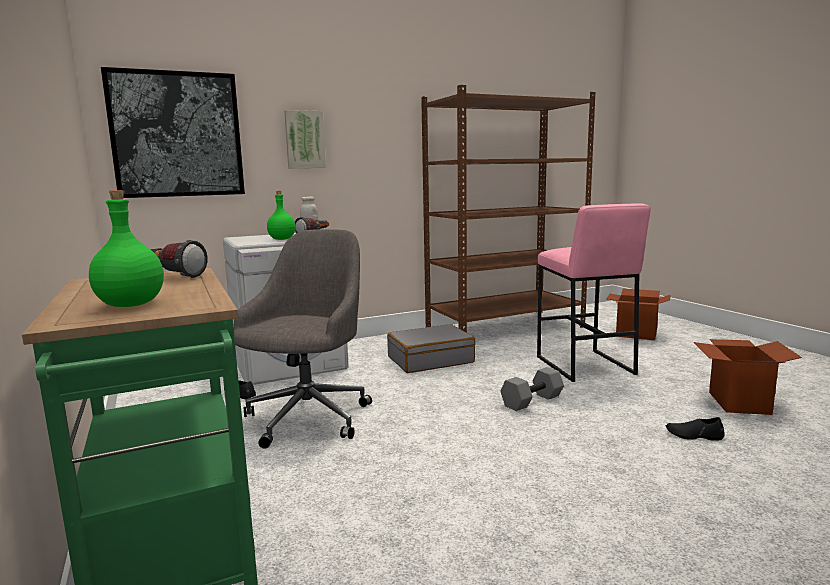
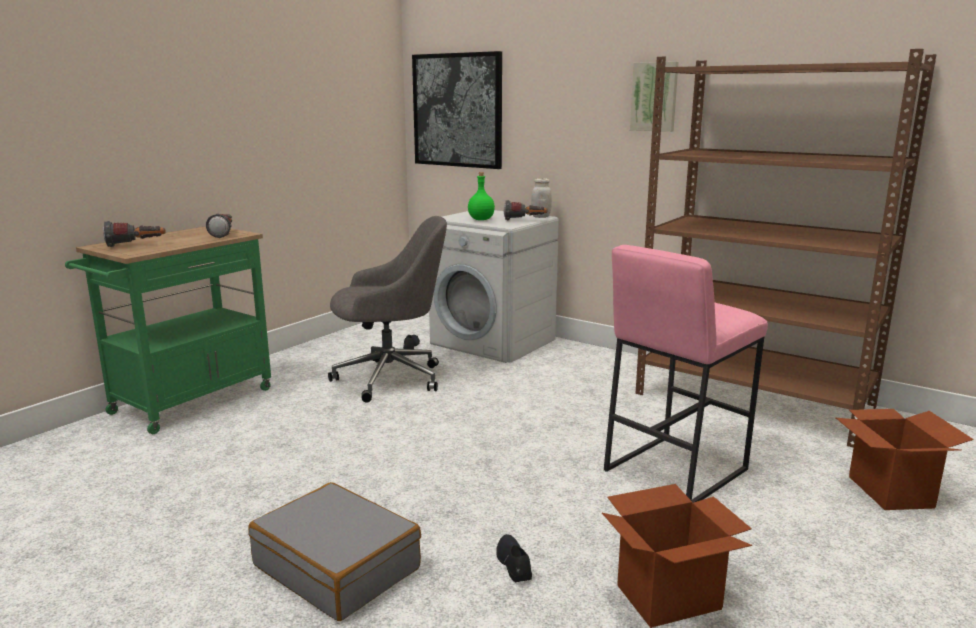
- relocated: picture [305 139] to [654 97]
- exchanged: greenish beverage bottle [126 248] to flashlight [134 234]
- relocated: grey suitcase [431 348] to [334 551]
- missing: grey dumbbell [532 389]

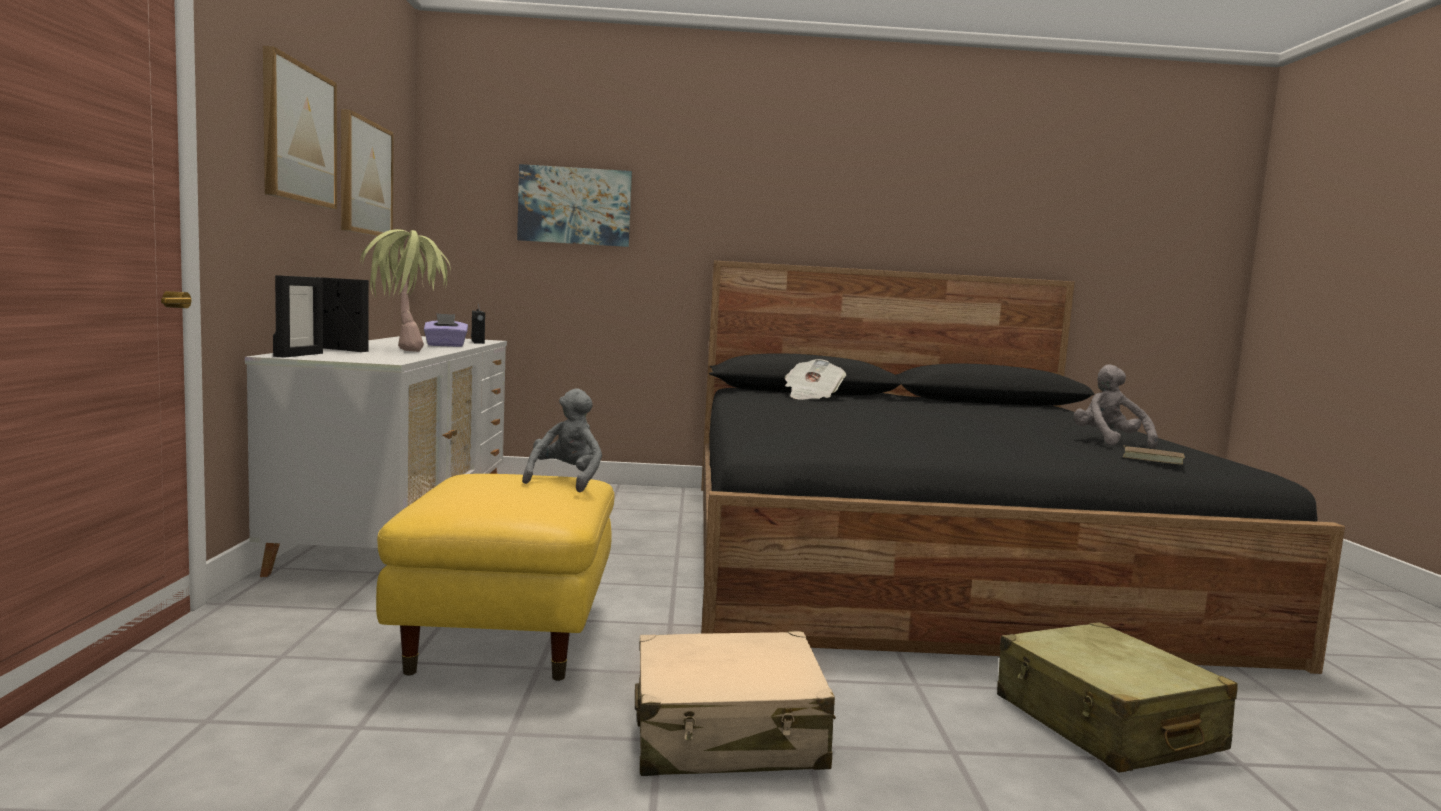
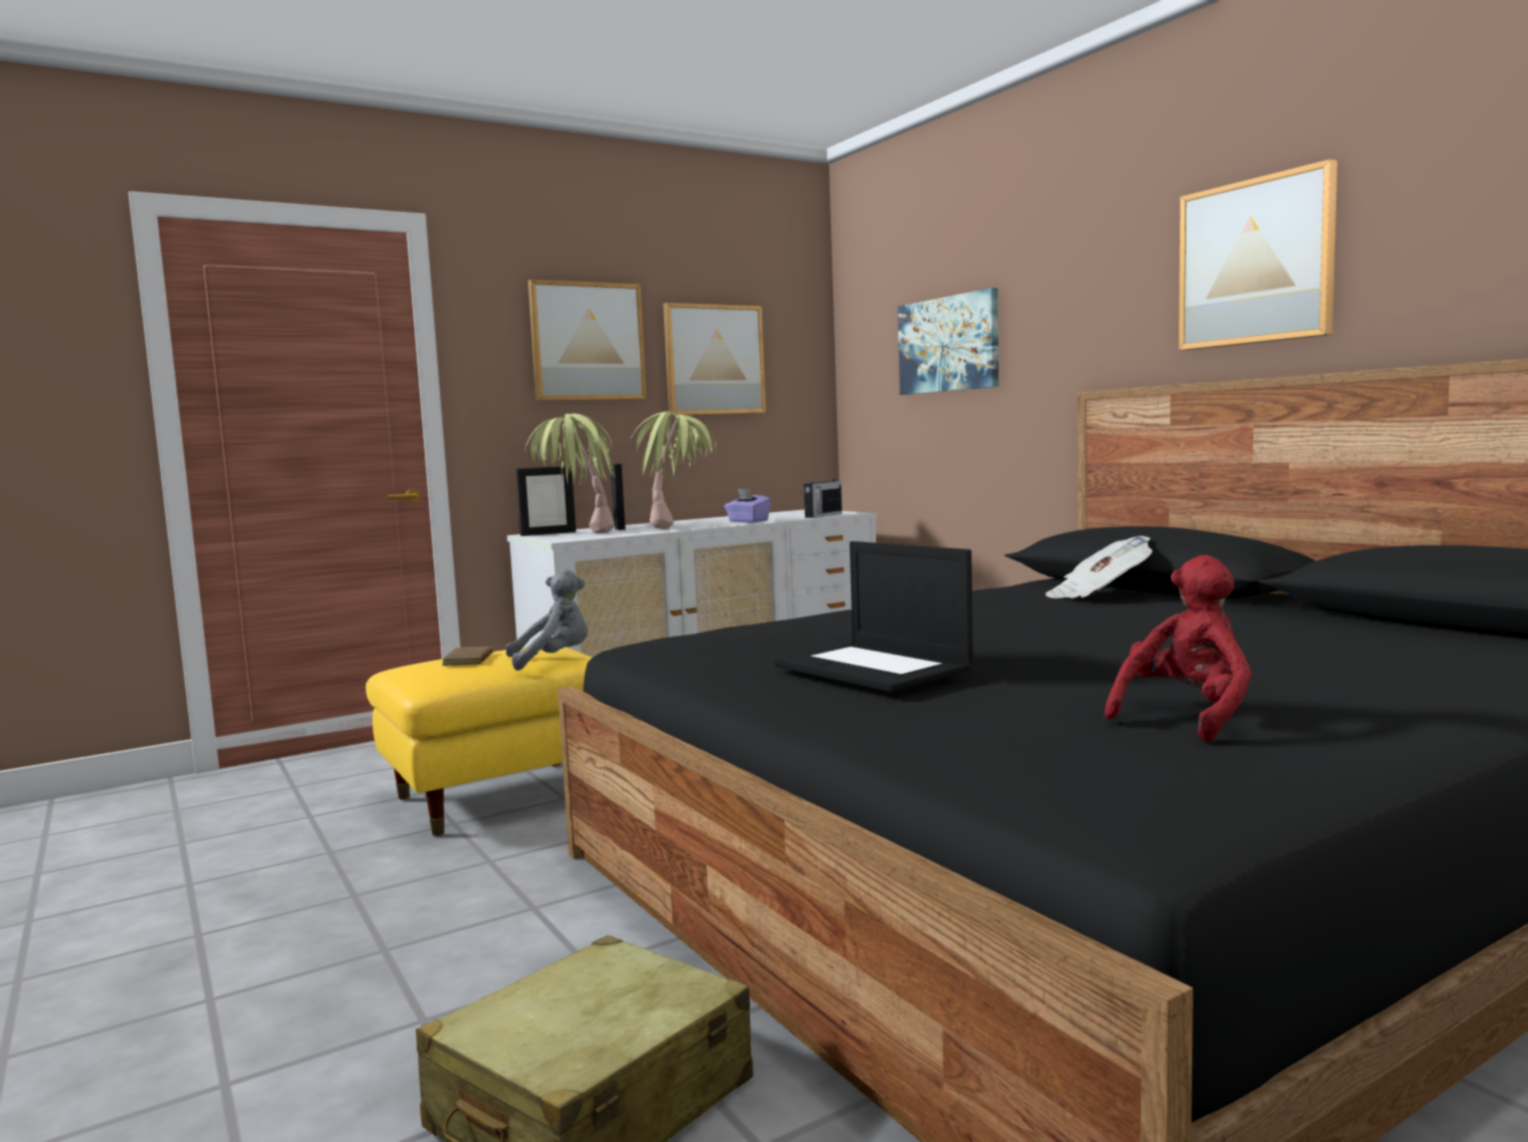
- colour: grey soft toy [1116 406] to red-coloured soft toy [1178 648]
- relocated: brown book [1154 455] to [473 655]
- missing: beige suitcase [735 703]
- appeared: picture [1258 254]
- appeared: plant in a pot [570 473]
- appeared: laptop [874 616]

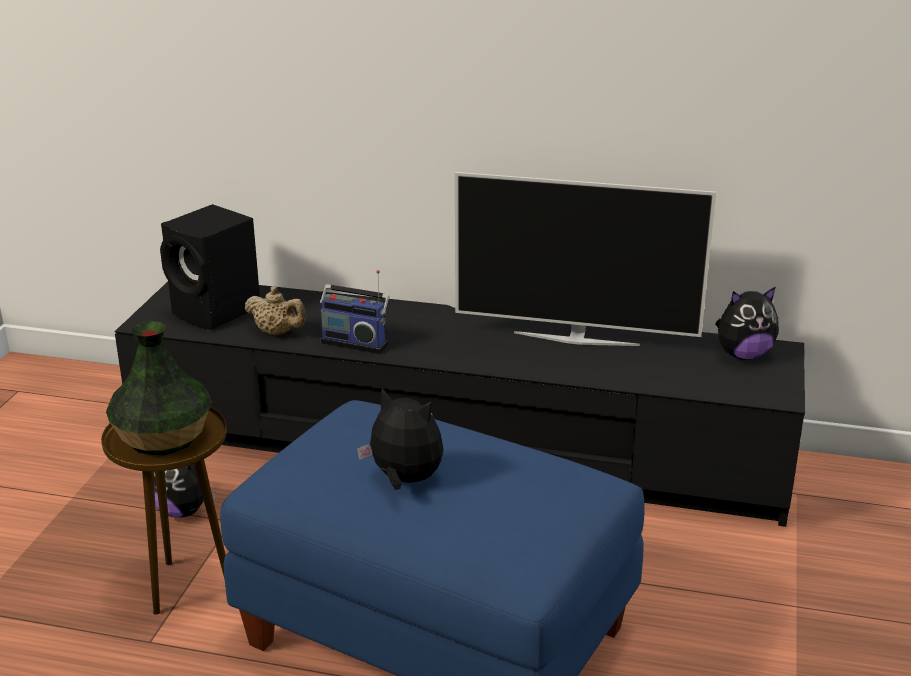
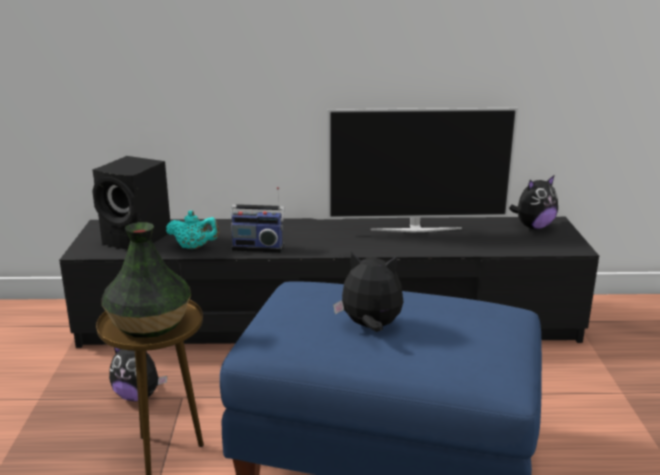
- colour: beige pot for tea [276 311] to blue-green pot for tea [193 230]

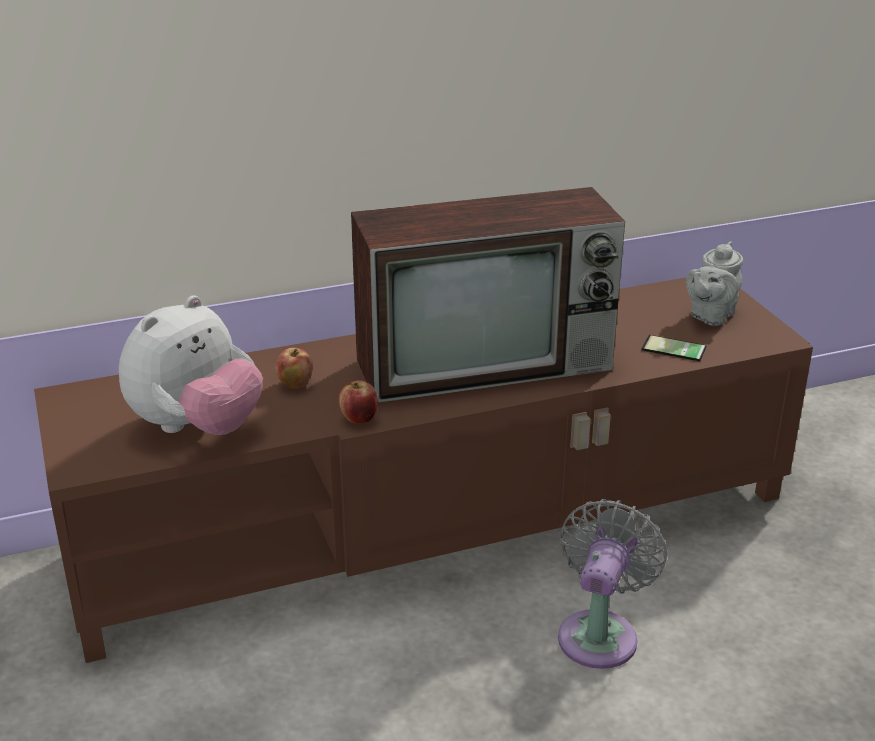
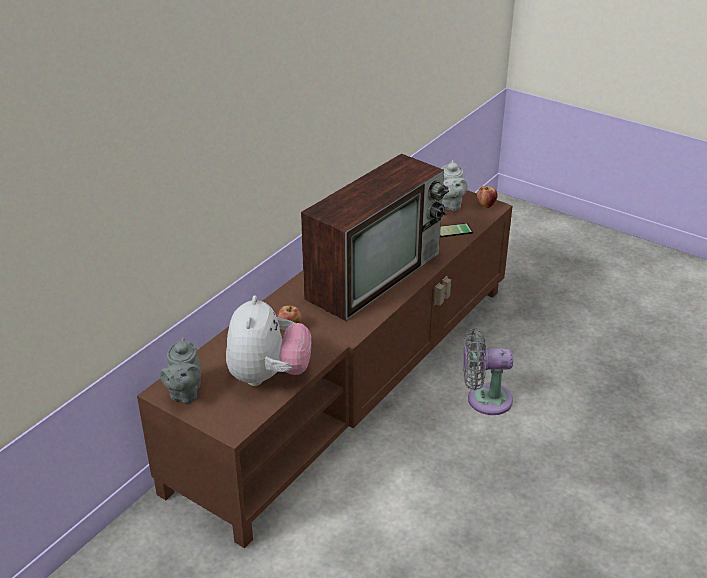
- relocated: apple [358 402] to [487 197]
- spun: grey electric fan [613 584] = [488 371] 75 degrees counterclockwise
- appeared: grey pot for tea [180 370]

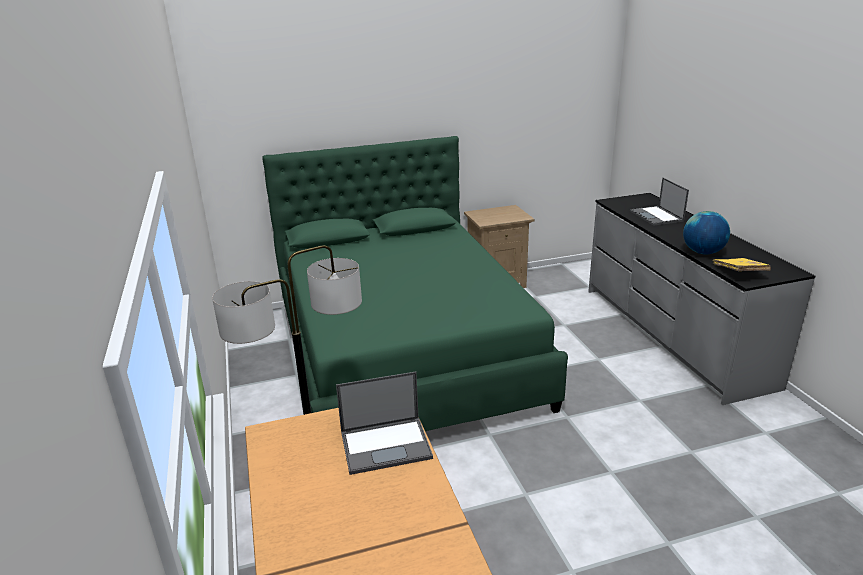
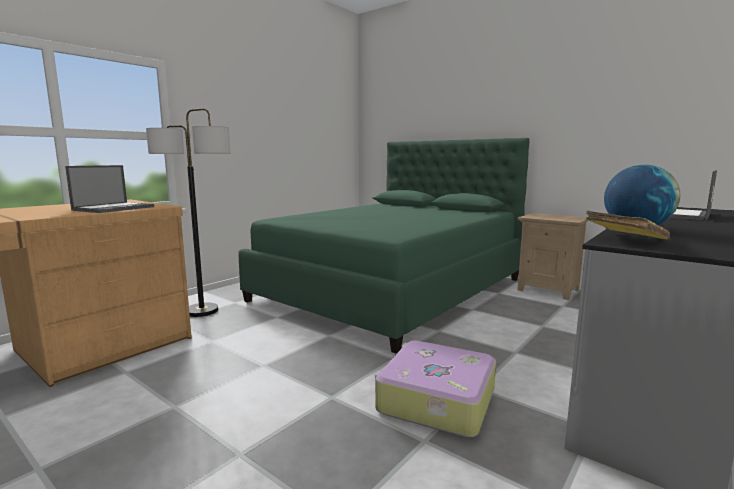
- spun: laptop [384 423] = [109 189] 105 degrees counterclockwise
- appeared: suitcase [435 388]

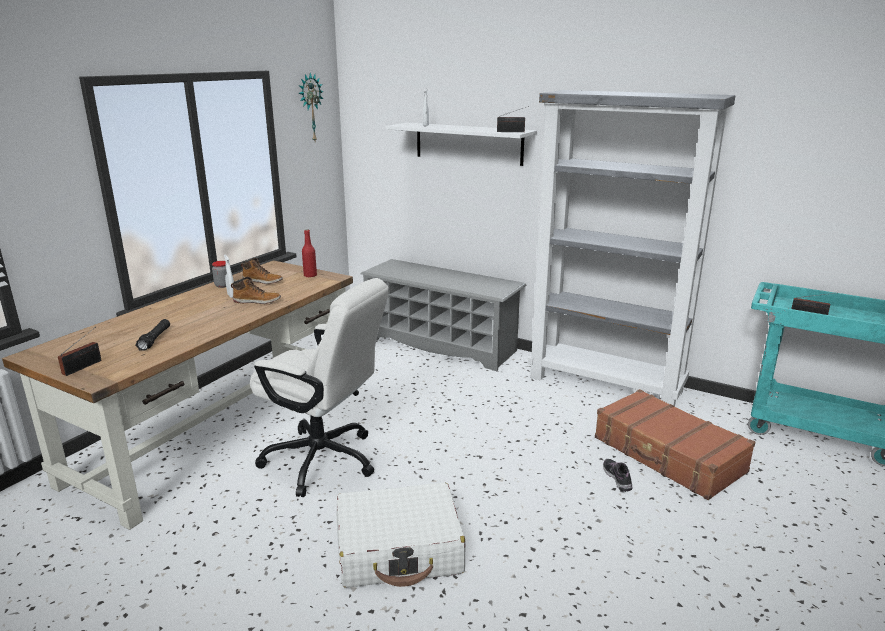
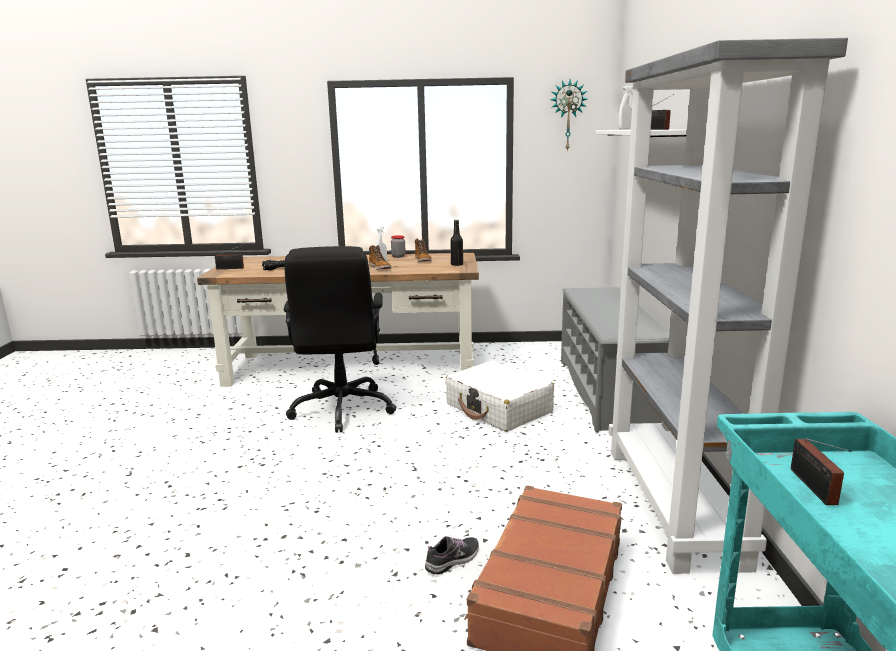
- colour: red-coloured beverage bottle [309 253] to black beverage bottle [456 243]
- colour: white-coloured office chair [319 387] to black office chair [340 339]
- relocated: white-coloured suitcase [401 535] to [499 396]

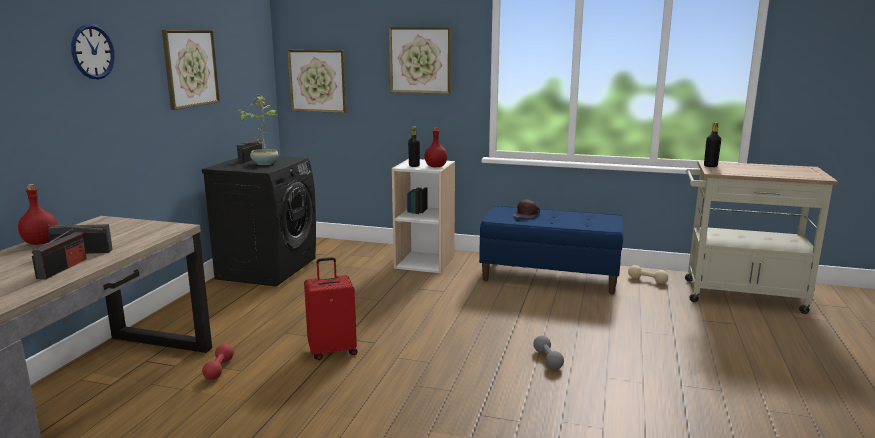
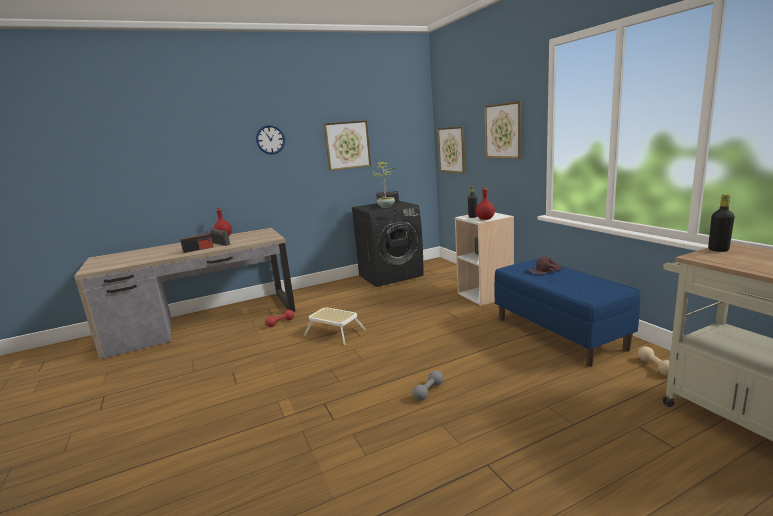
- exchanged: red-coloured suitcase [331 308] to beige step ladder [335 326]

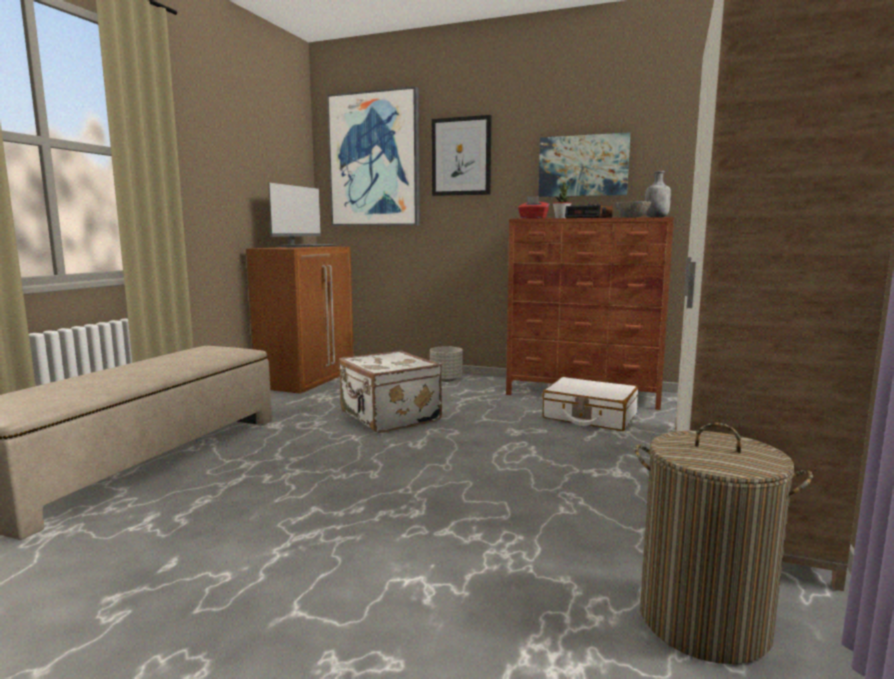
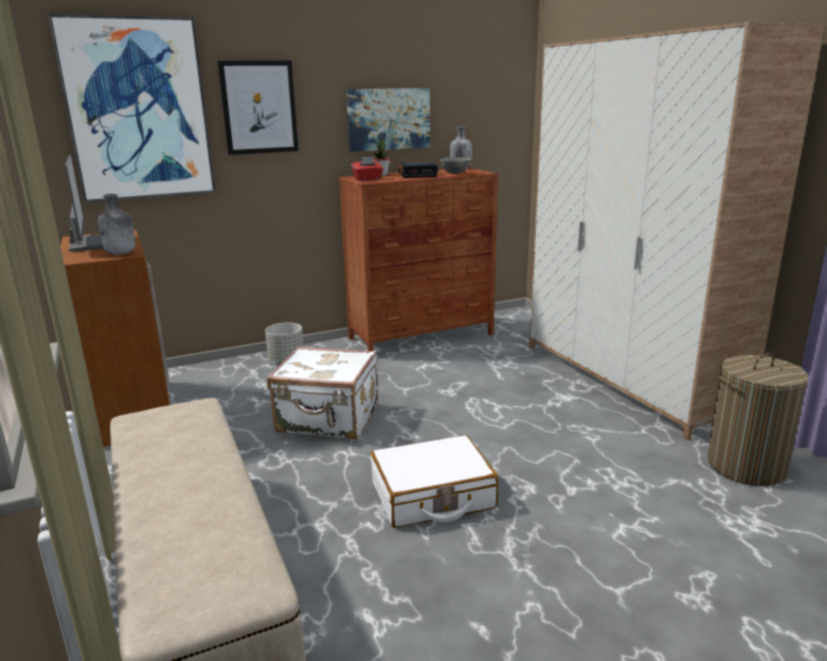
- relocated: white-coloured suitcase [590 404] to [434 481]
- appeared: grey beverage bottle [116 224]

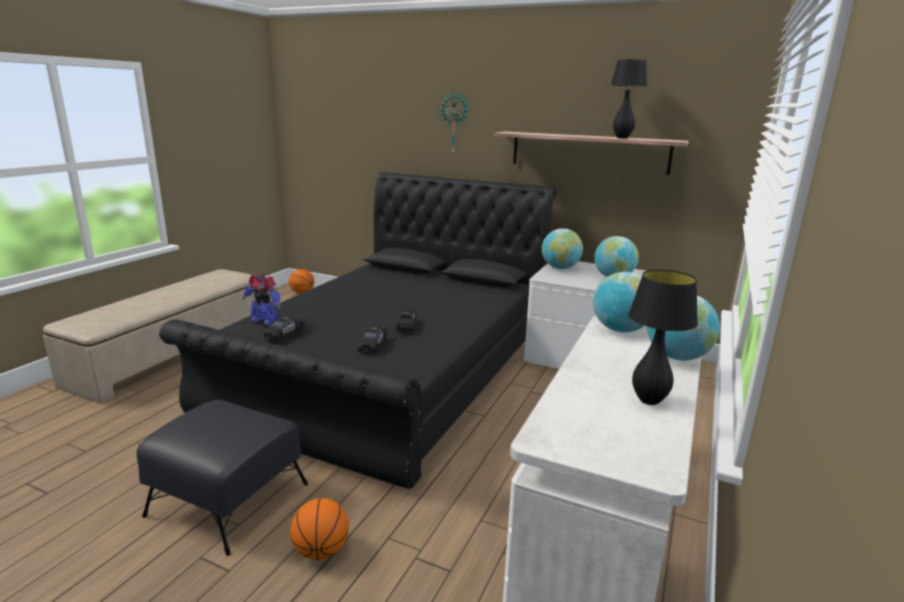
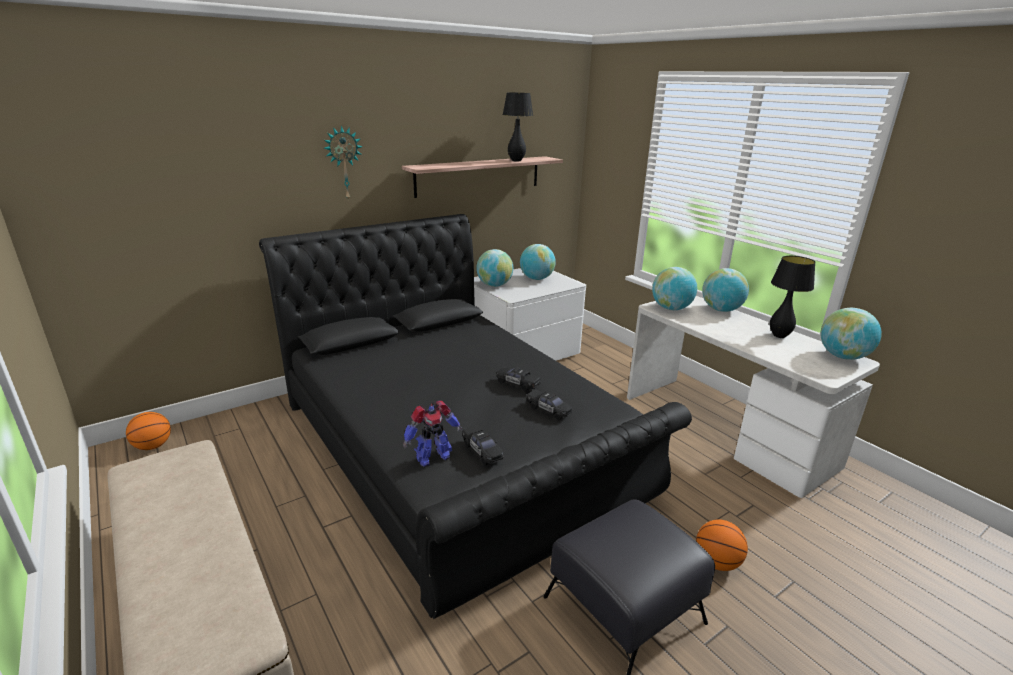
- appeared: globe [851 334]

